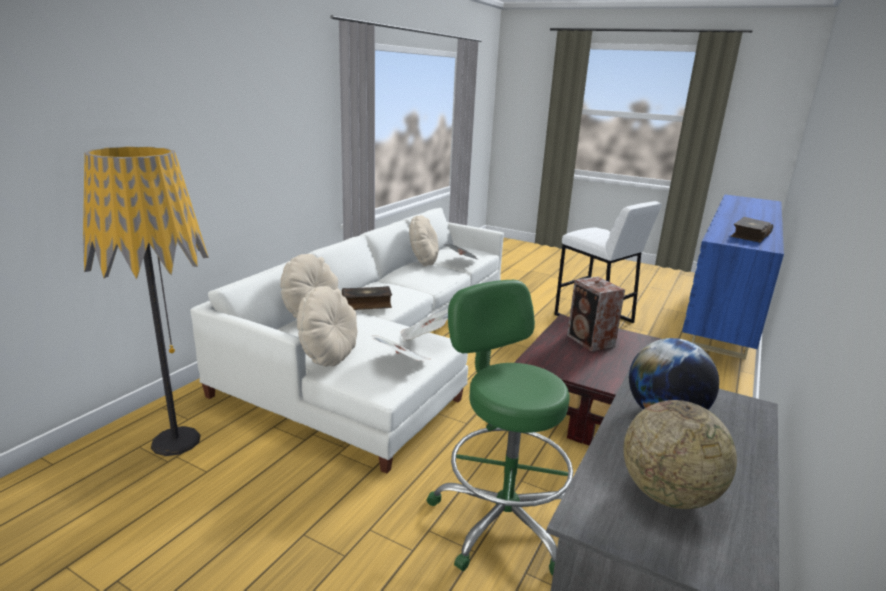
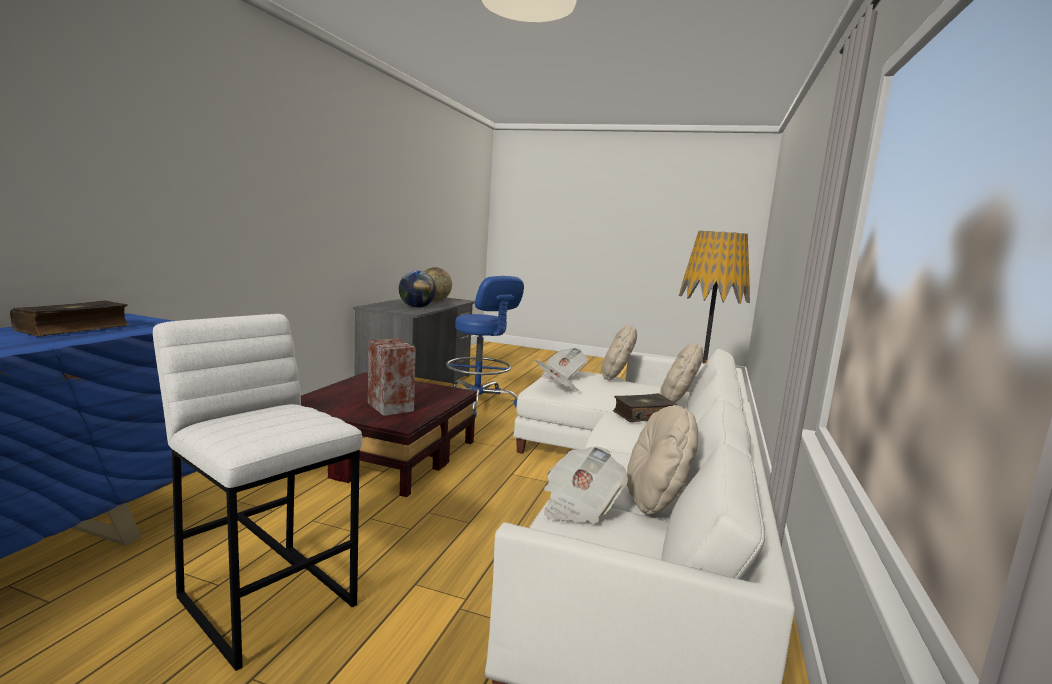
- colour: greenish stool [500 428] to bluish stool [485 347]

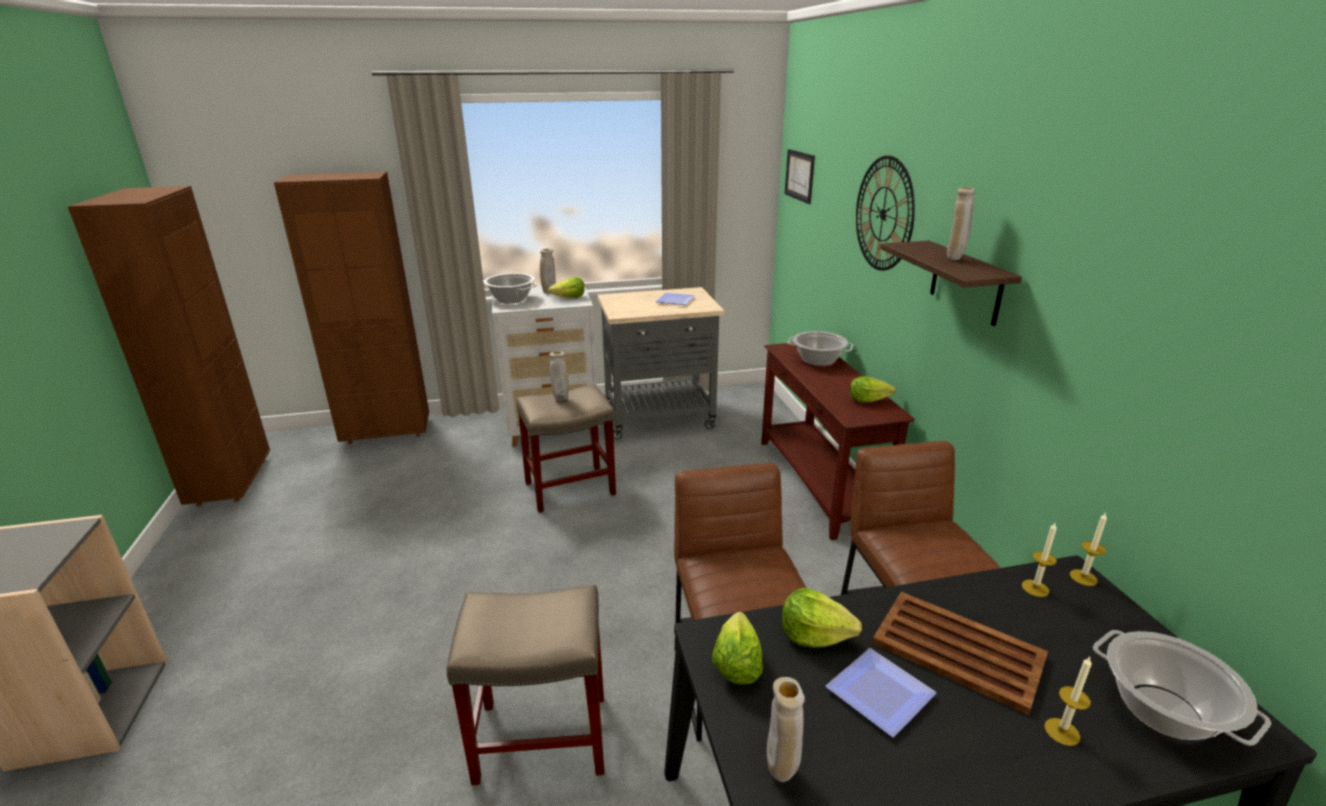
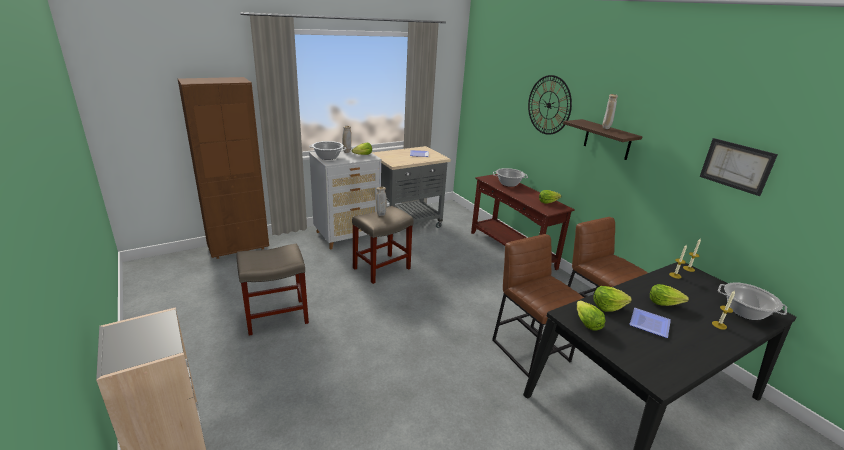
- relocated: picture [800 176] to [738 167]
- missing: brown cabinet [169 346]
- relocated: beige stool [525 685] to [273 290]
- exchanged: brown tray [960 653] to lettuce [669 295]
- missing: beige decorative vase [786 729]

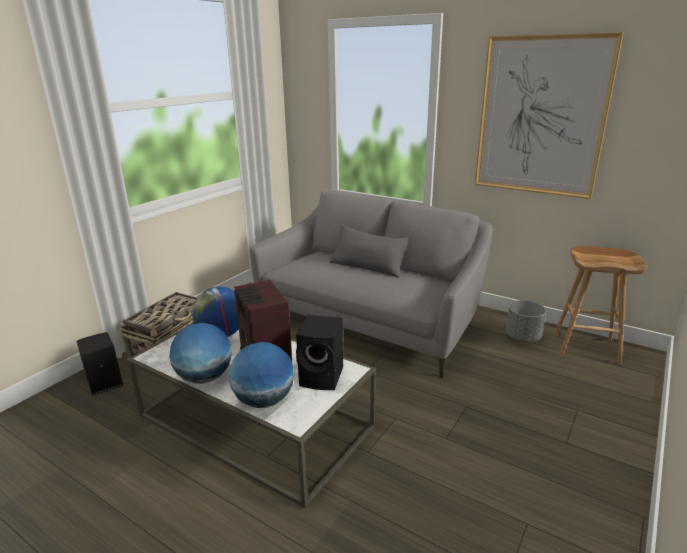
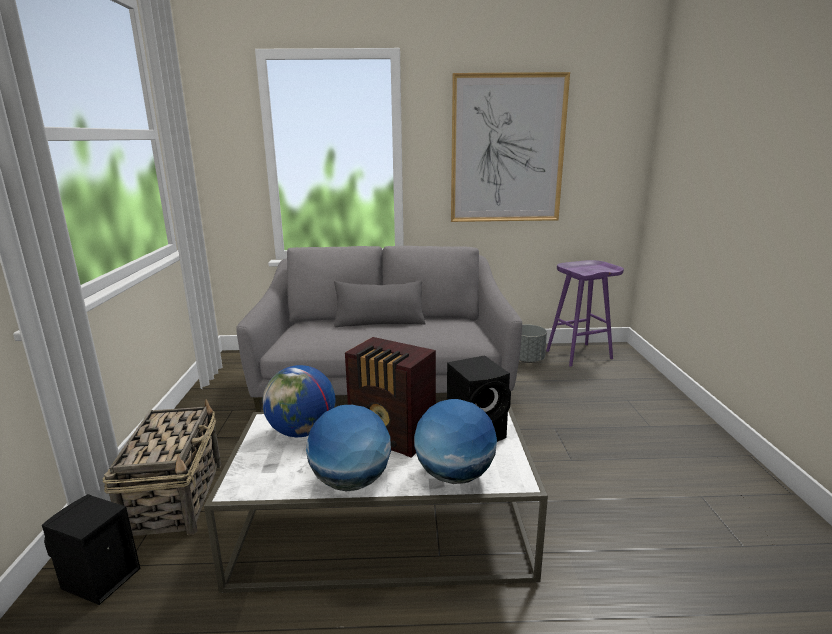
- colour: brown stool [600 305] to purplish stool [585 313]

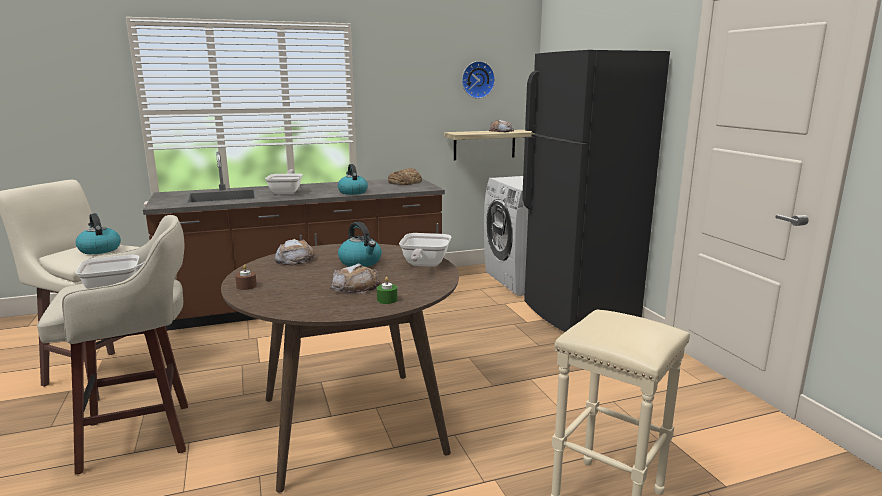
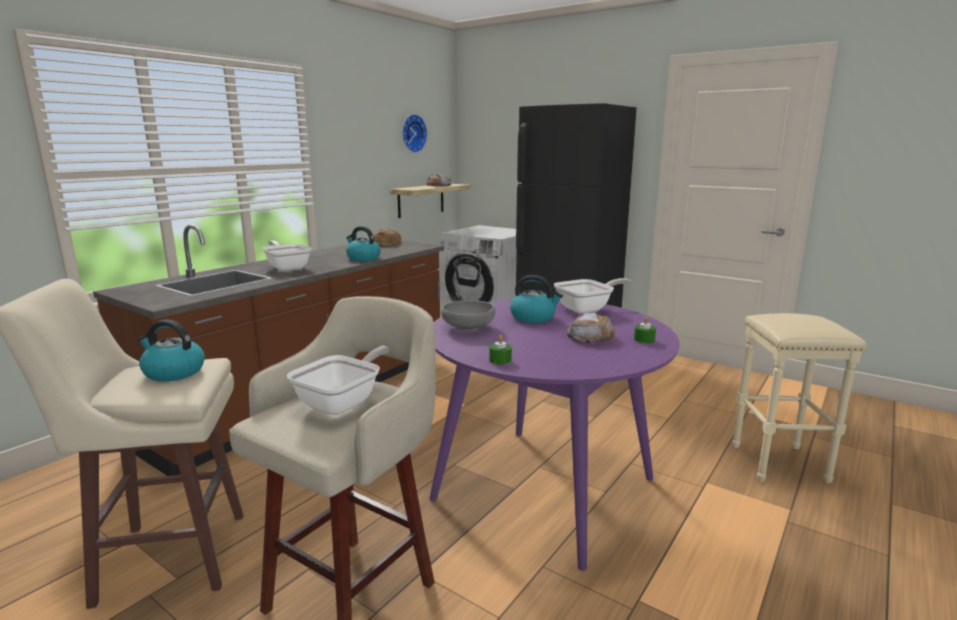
- spun: pan [425 250] = [592 295] 90 degrees counterclockwise
- exchanged: bakery bread [295 252] to grey bowl [468 316]
- colour: brown dining table [340 368] to purplish dining table [554 435]
- colour: brown wax candle [246 277] to greenish wax candle [500 350]

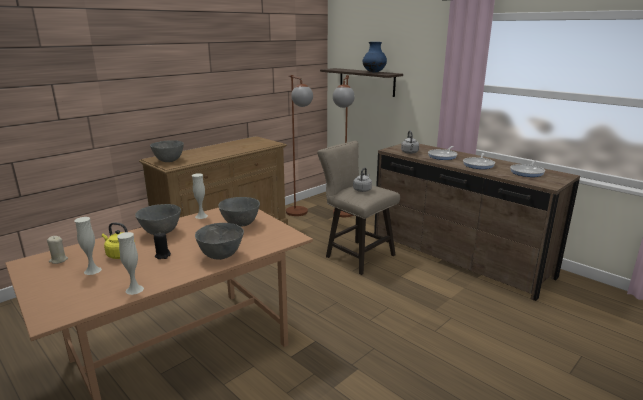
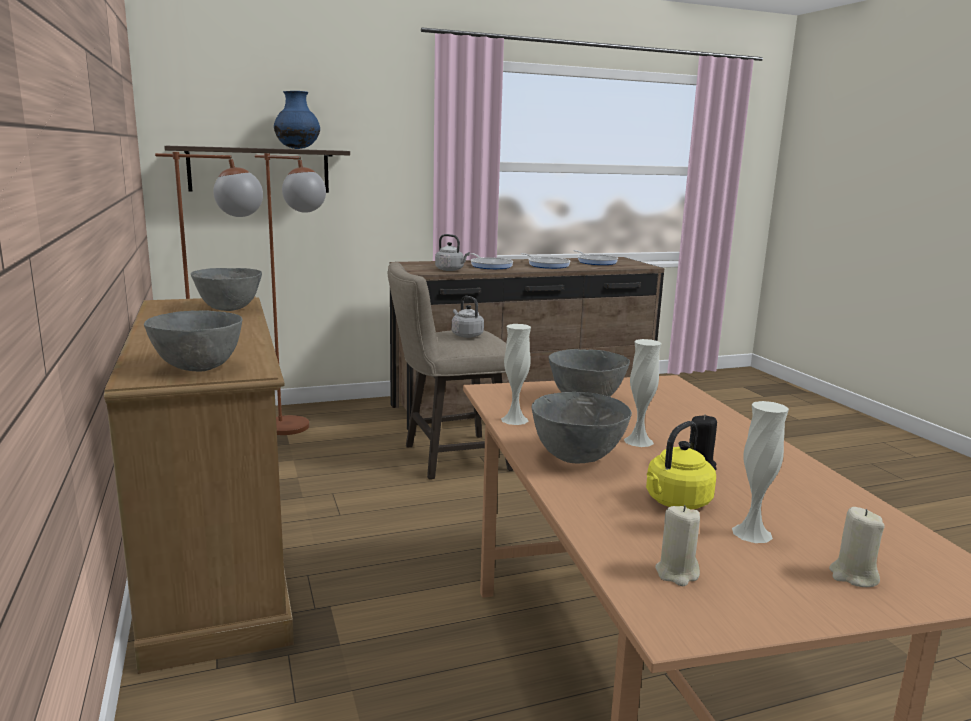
- relocated: grey bowl [219 241] to [226 289]
- relocated: white-coloured decorative vase [130 263] to [642 393]
- appeared: beige wax candle [857 547]

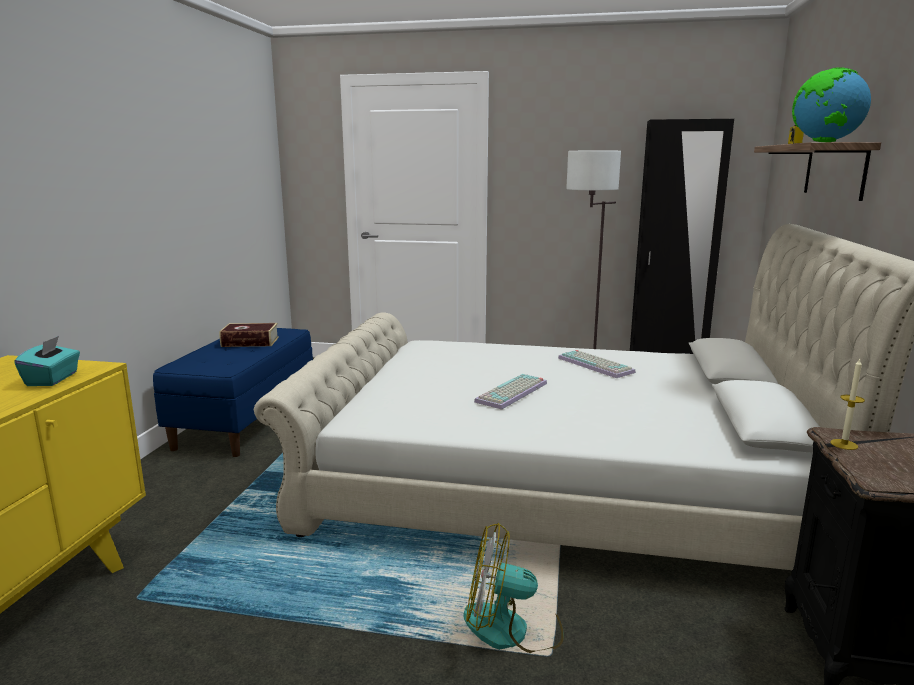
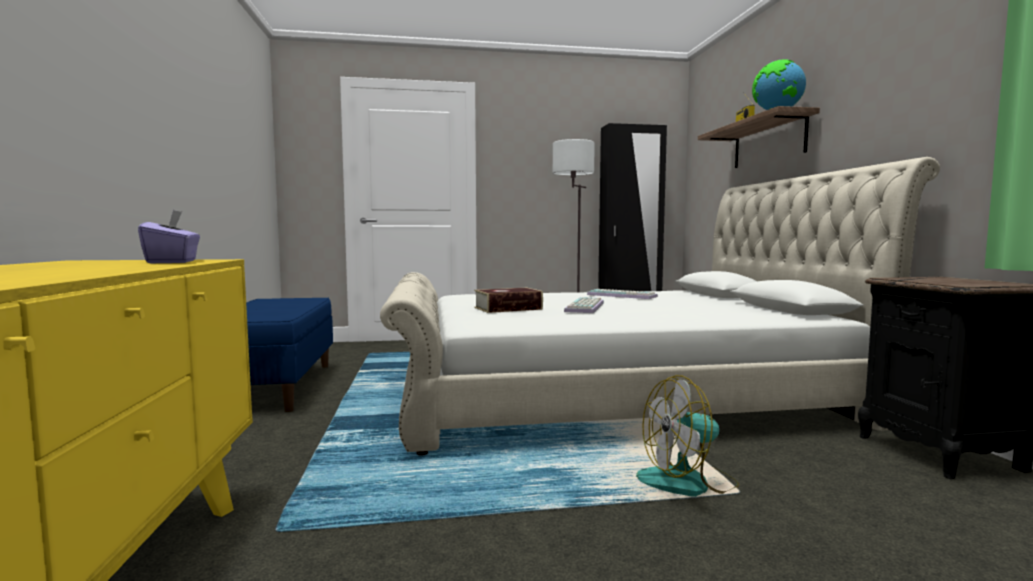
- relocated: book [249 335] to [508 300]
- colour: blue-green box of tissues [47 361] to purplish box of tissues [169 236]
- missing: wax candle [848 404]

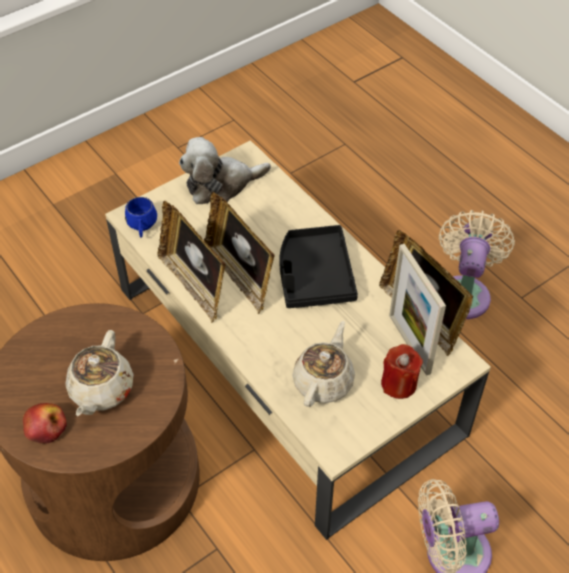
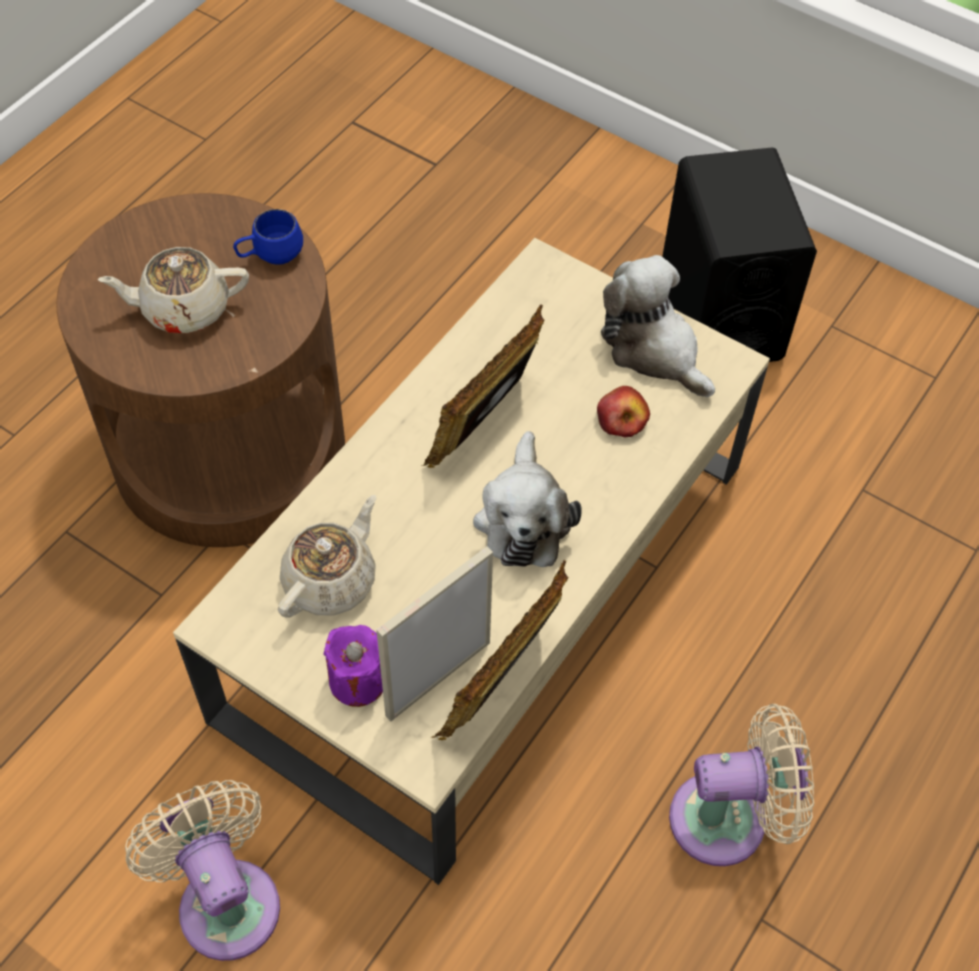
- relocated: bluish tea mug [141 217] to [268 237]
- missing: picture frame [192 262]
- exchanged: black tray [318 266] to soft toy [527 499]
- spun: beige pot for tea [323 364] = [326 556] 60 degrees counterclockwise
- colour: red-coloured wax candle [402 371] to purplish wax candle [353 666]
- relocated: apple [45 423] to [623 411]
- appeared: black loudspeaker [739 255]

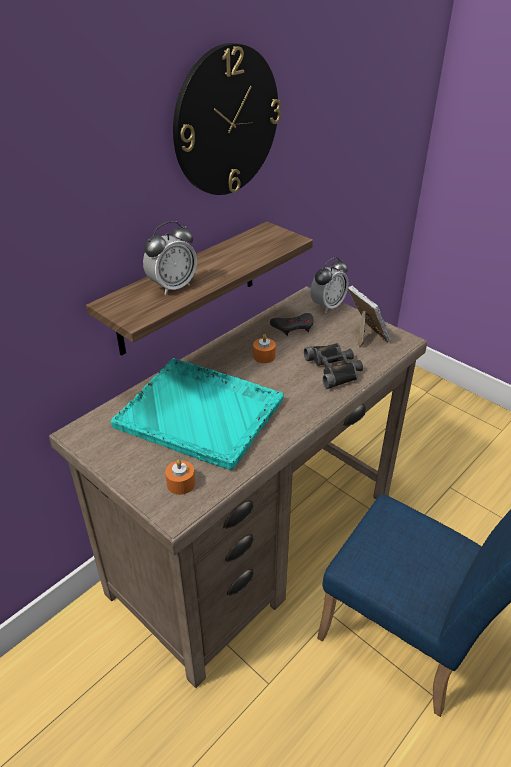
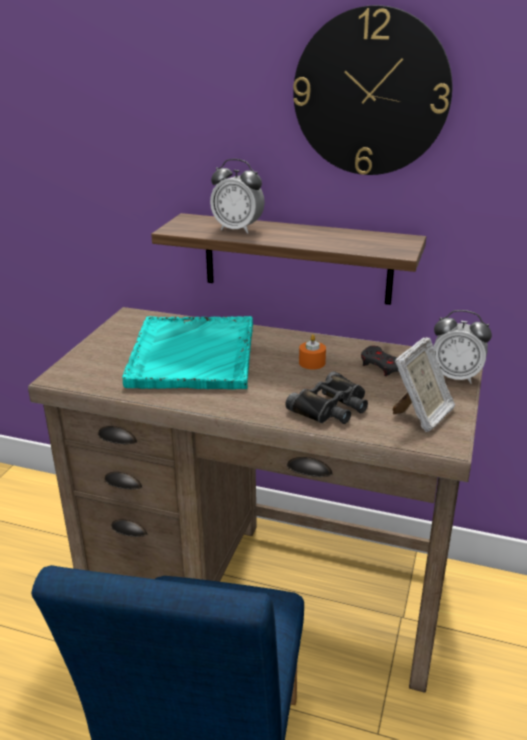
- missing: orangey wax candle [180 477]

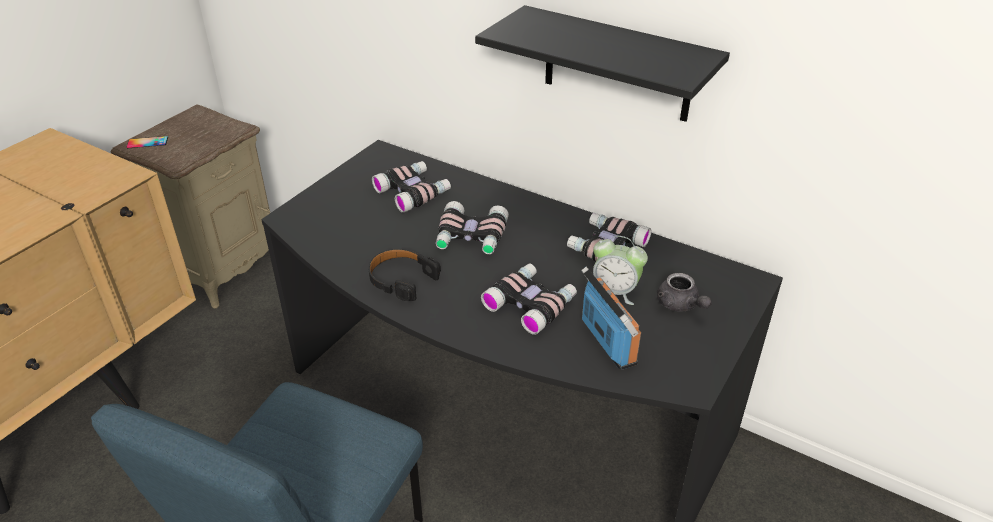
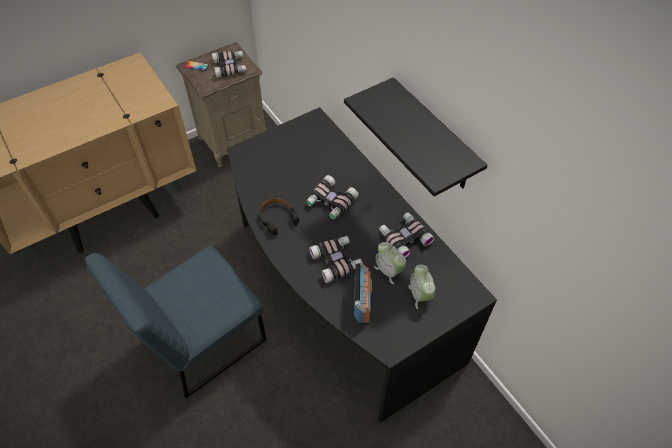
- relocated: field glasses [411 187] to [229 64]
- exchanged: grey pot for tea [684 292] to alarm clock [421 286]

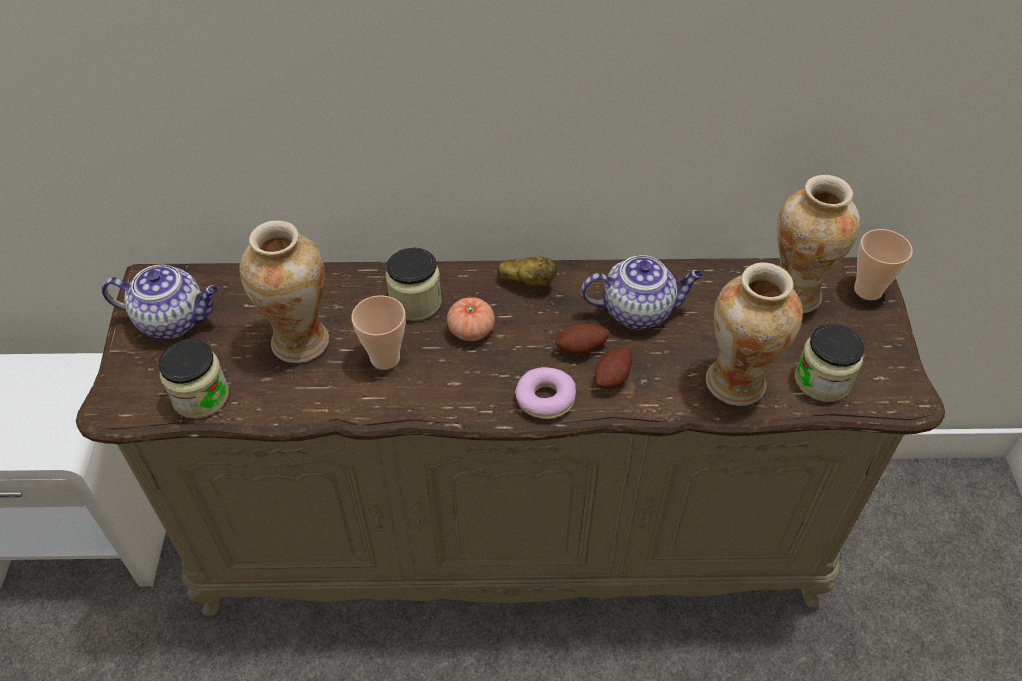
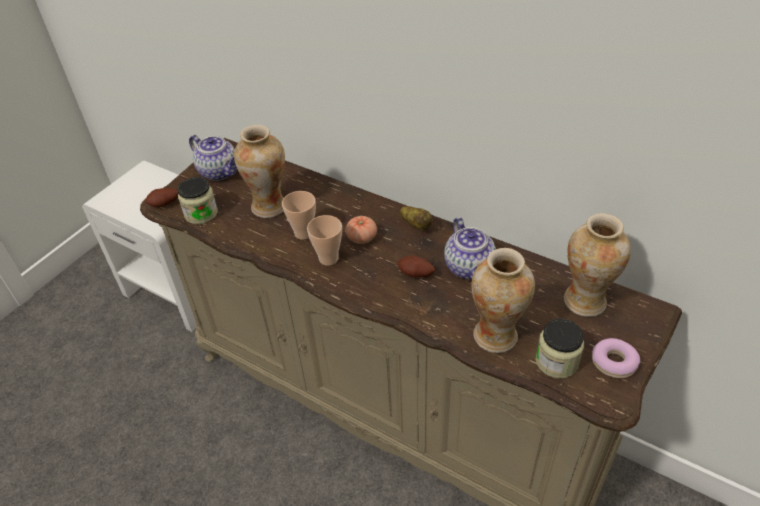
- relocated: cup [883 264] to [324 240]
- missing: storage jar [414 284]
- spun: pot for tea [642 292] = [470 248] 45 degrees clockwise
- relocated: potato [613 368] to [161 197]
- relocated: donut [545 393] to [616 358]

